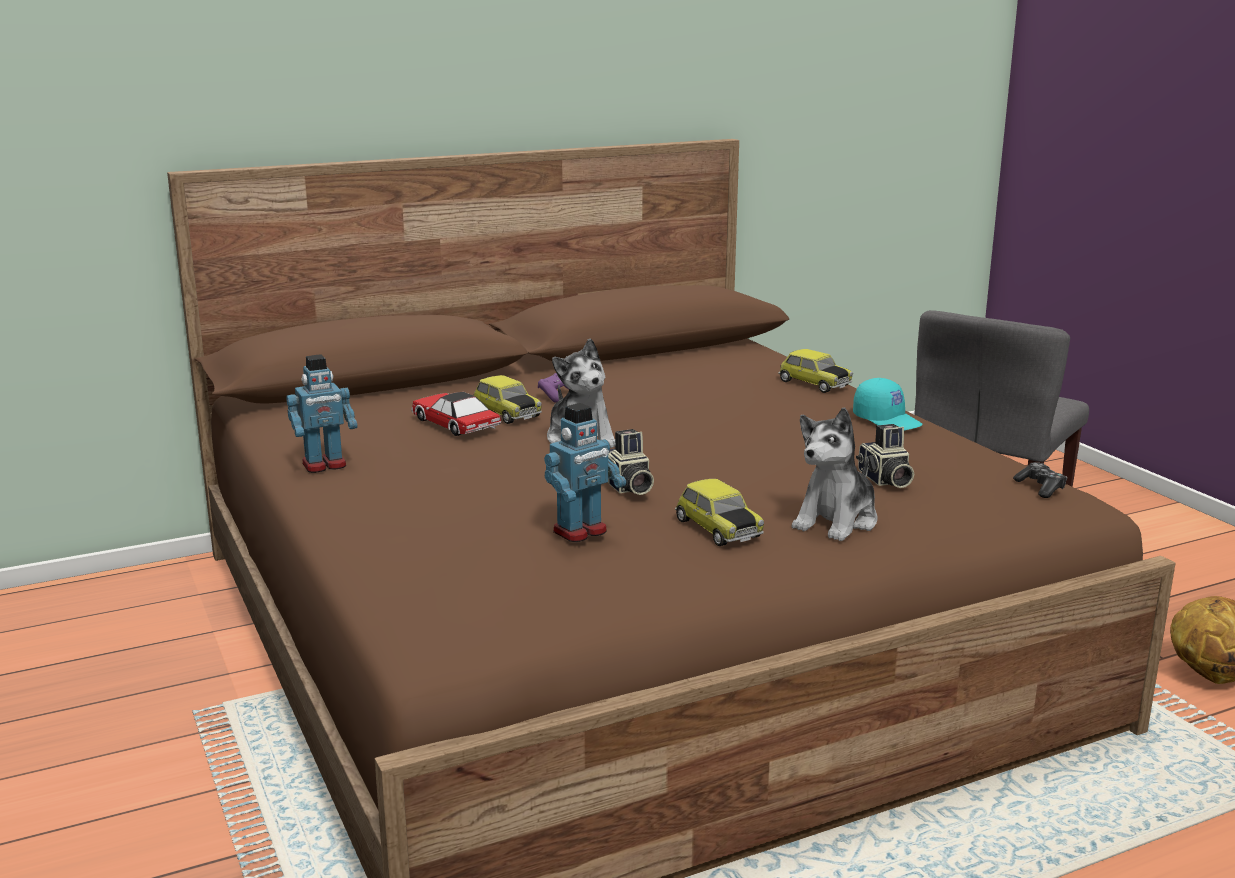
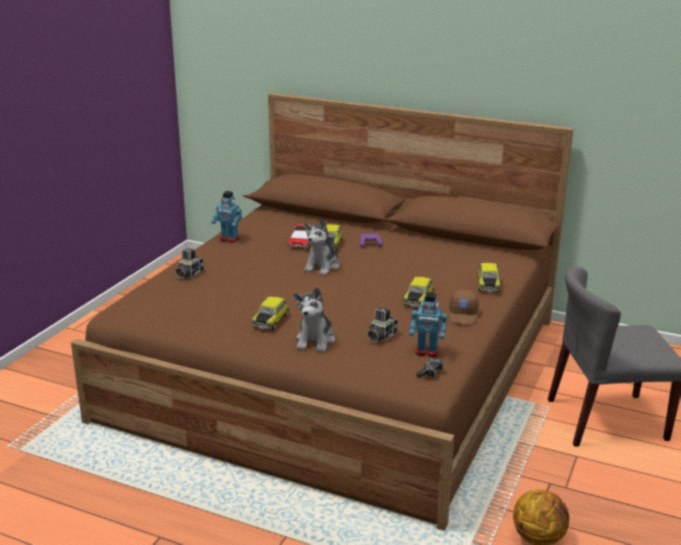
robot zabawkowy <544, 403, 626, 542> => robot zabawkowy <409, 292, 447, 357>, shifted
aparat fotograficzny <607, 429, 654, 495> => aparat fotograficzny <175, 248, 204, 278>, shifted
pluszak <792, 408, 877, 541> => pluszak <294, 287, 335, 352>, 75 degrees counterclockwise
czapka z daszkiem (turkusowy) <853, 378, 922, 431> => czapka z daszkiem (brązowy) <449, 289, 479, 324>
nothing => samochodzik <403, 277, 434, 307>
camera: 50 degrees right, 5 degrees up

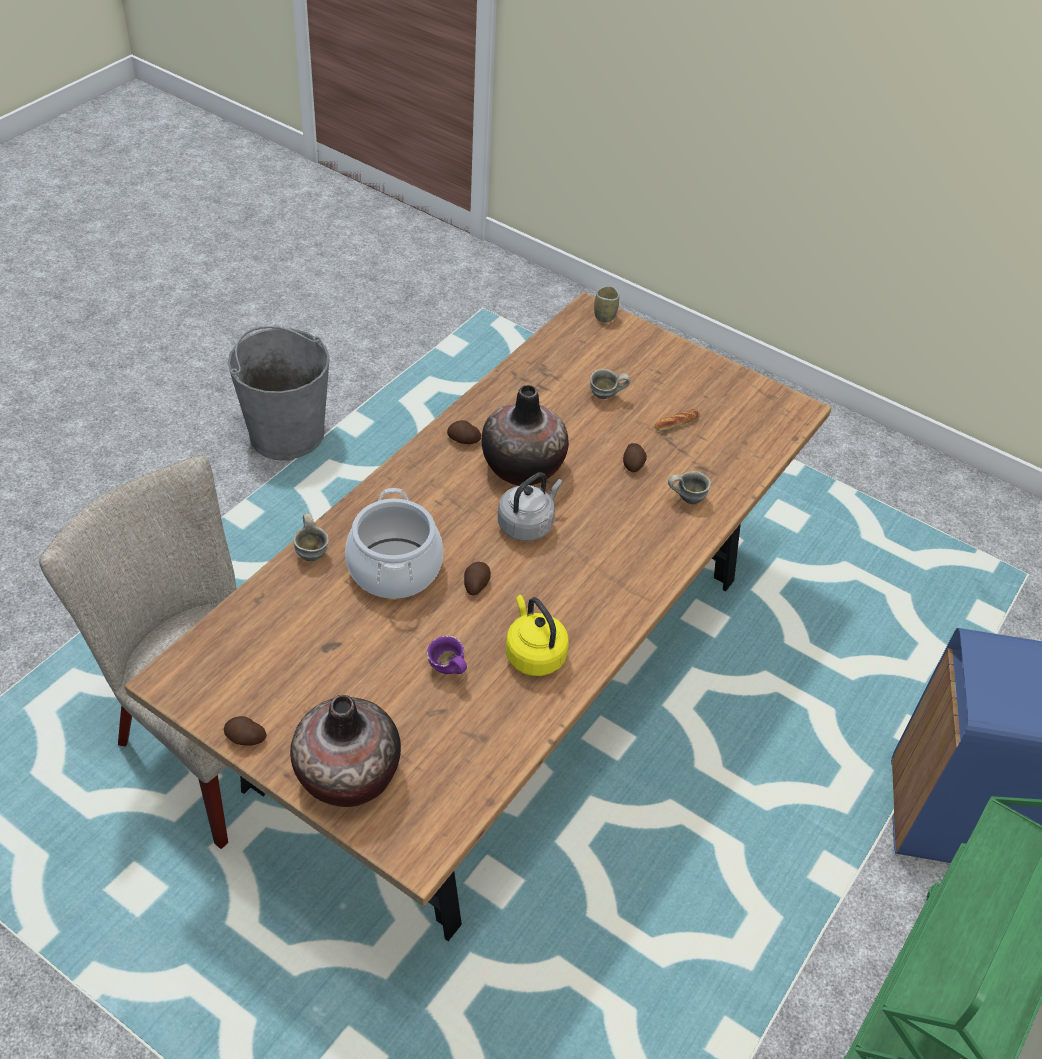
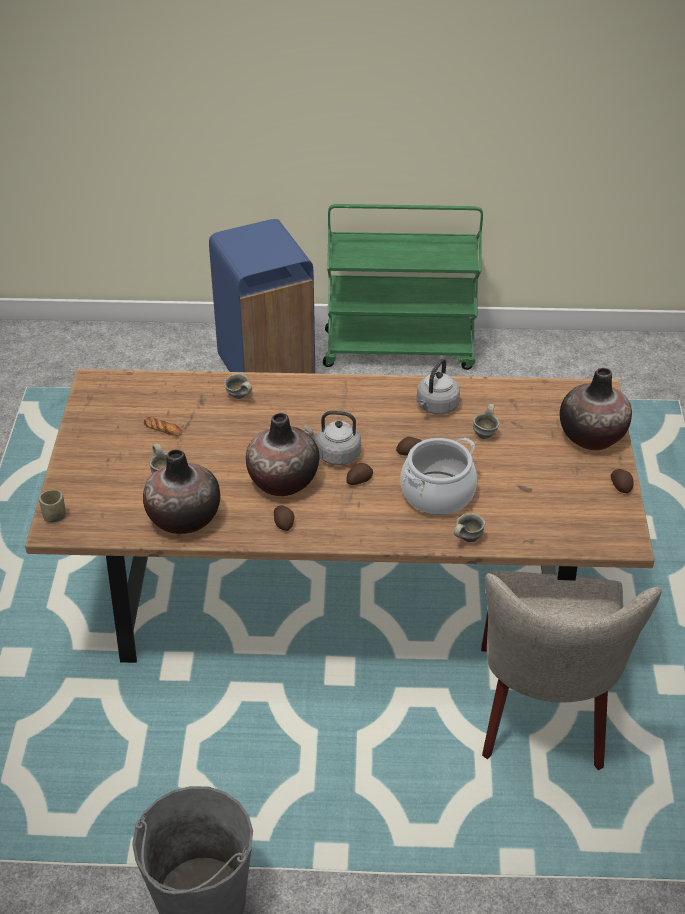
kubek (fioletowy) <427, 636, 467, 674> => kubek (szary) <473, 404, 500, 439>
czajnik (żółty) <506, 595, 569, 676> => czajnik (szary) <417, 358, 460, 415>
ziemniak <623, 443, 647, 472> => ziemniak <346, 463, 373, 485>, shifted
nothing => wazon <143, 449, 220, 534>
camera: 120 degrees left, 5 degrees down

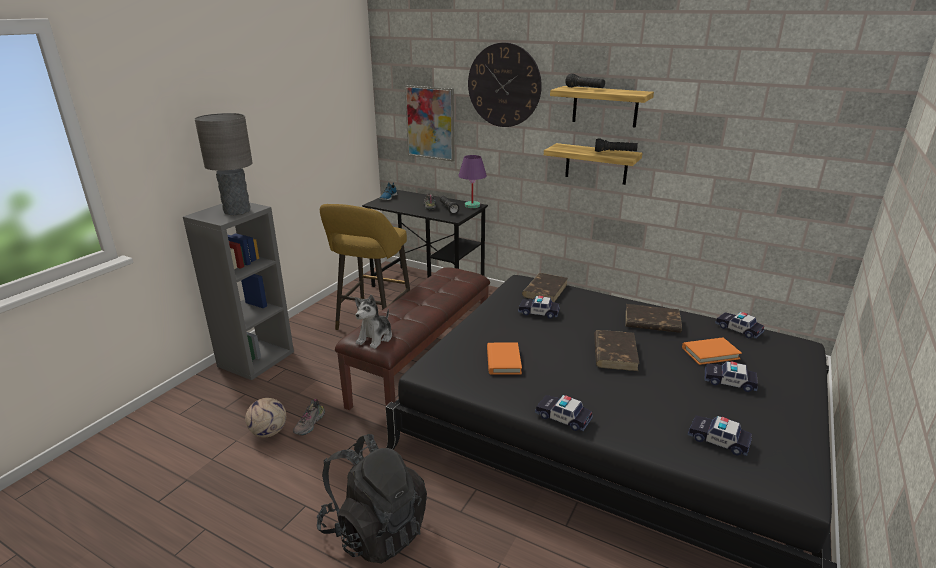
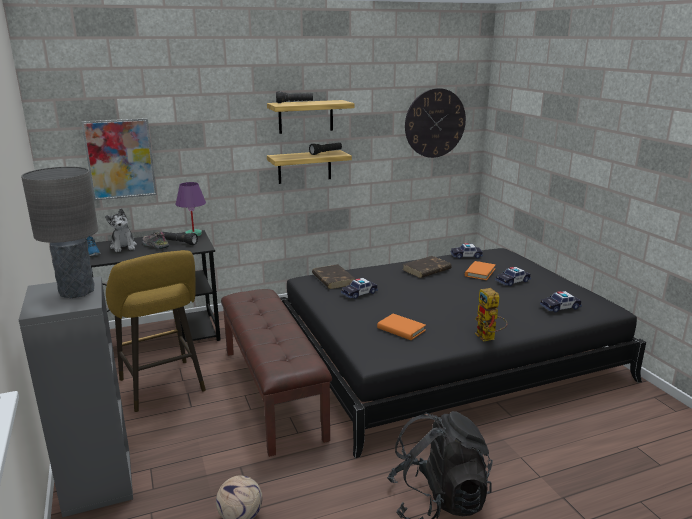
but <293, 399, 325, 435> => nothing
pluszak <355, 295, 392, 349> => pluszak <105, 208, 137, 252>, shifted
zegar ścienny <468, 43, 542, 127> => zegar ścienny <405, 88, 466, 158>, shifted
samochodzik <535, 395, 593, 431> => robot zabawkowy <475, 288, 507, 342>
książka (brązowy) <594, 330, 640, 371> => nothing
camera: 50 degrees left, 5 degrees down

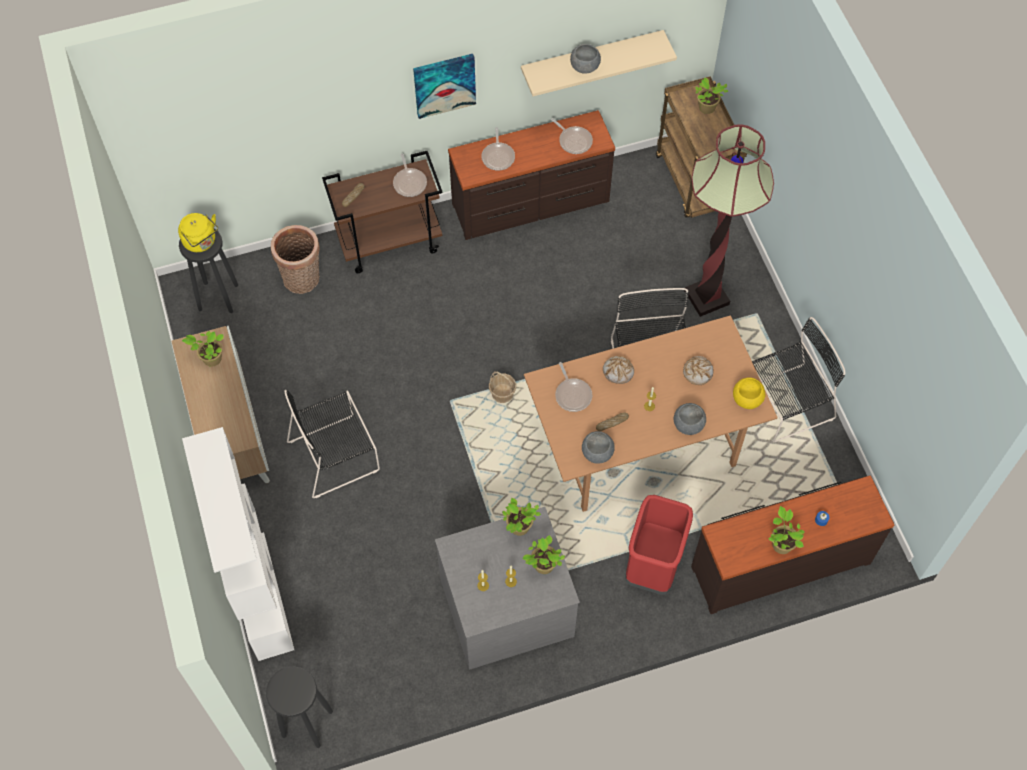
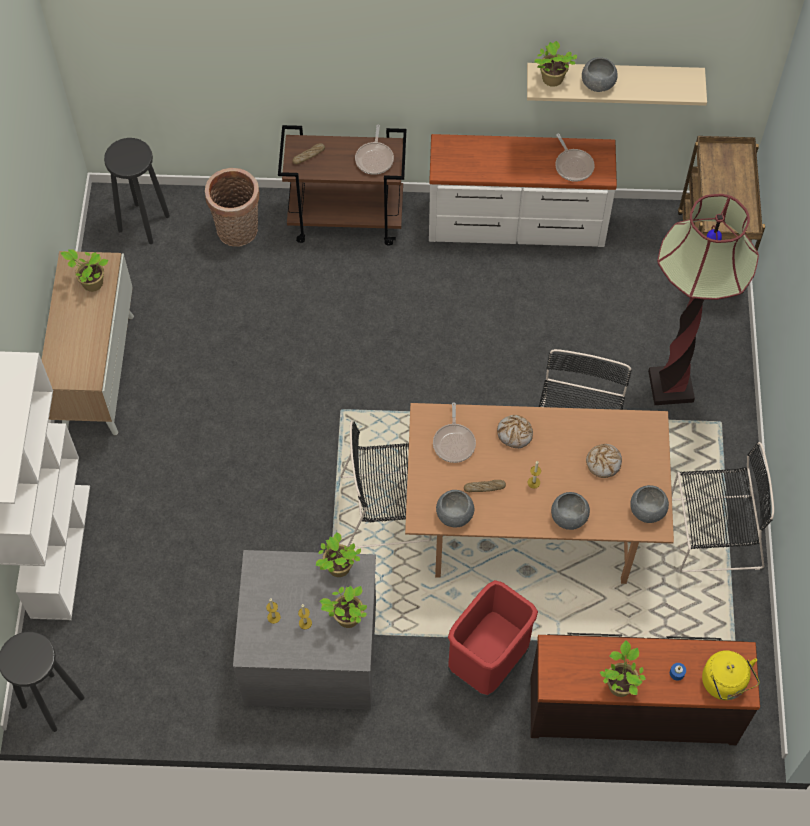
czajnik (żółty) <178, 213, 218, 252> => czajnik (żółty) <702, 650, 760, 700>, shifted
krzesło (czarny) <284, 390, 380, 498> => krzesło (czarny) <340, 421, 431, 548>, shifted
obraz <413, 54, 476, 119> => nothing
komoda (brązowy) <448, 110, 615, 240> => komoda (biały) <429, 134, 617, 247>
patelnia <481, 127, 515, 171> => nothing
koszyk <489, 372, 516, 403> => nothing
roślina doniczkowa <695, 77, 729, 114> => roślina doniczkowa <534, 41, 577, 87>, shifted
miska (żółty) <733, 377, 766, 409> => miska (szary) <630, 485, 669, 523>
camera: 20 degrees right, 0 degrees up

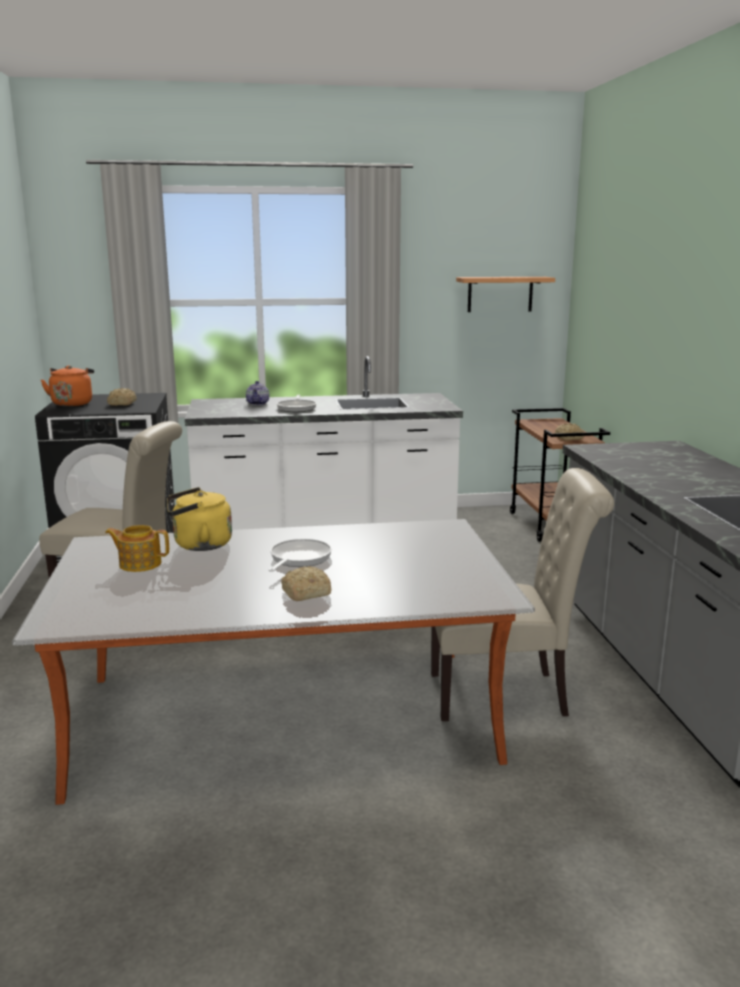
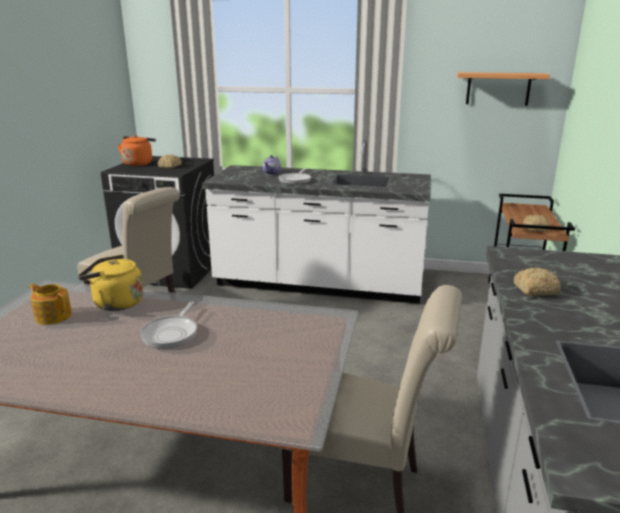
patelnia <268, 539, 332, 572> => patelnia <140, 302, 197, 349>, 150 degrees clockwise
chleb <281, 566, 332, 601> => chleb <514, 267, 561, 296>, shifted
camera: 20 degrees right, 5 degrees up

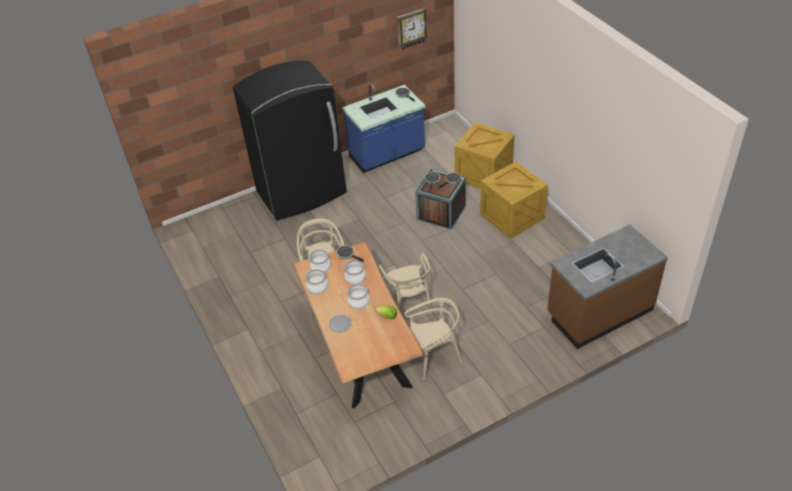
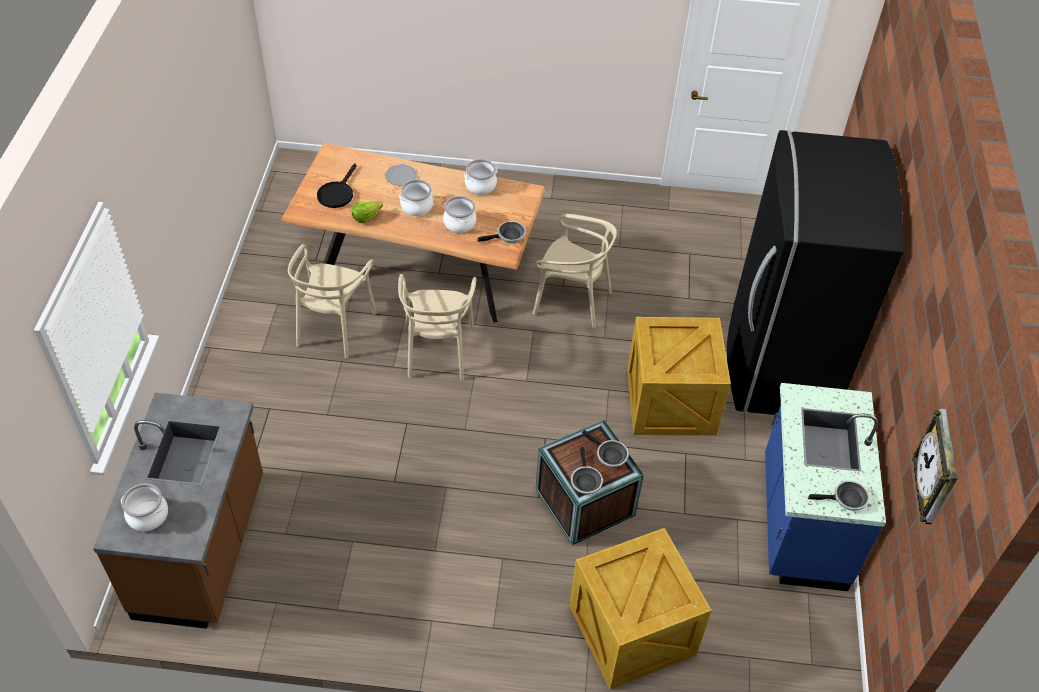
garnek <309, 250, 331, 272> => garnek <121, 483, 168, 531>, shifted
krzesło (beżowy) <378, 252, 433, 317> => krzesło (beżowy) <398, 274, 477, 380>, 105 degrees counterclockwise
skrzynka <480, 162, 548, 239> => skrzynka <627, 317, 731, 436>, shifted
nothing => patelnia (czarny) <317, 164, 356, 208>
camera: 120 degrees right, 5 degrees up

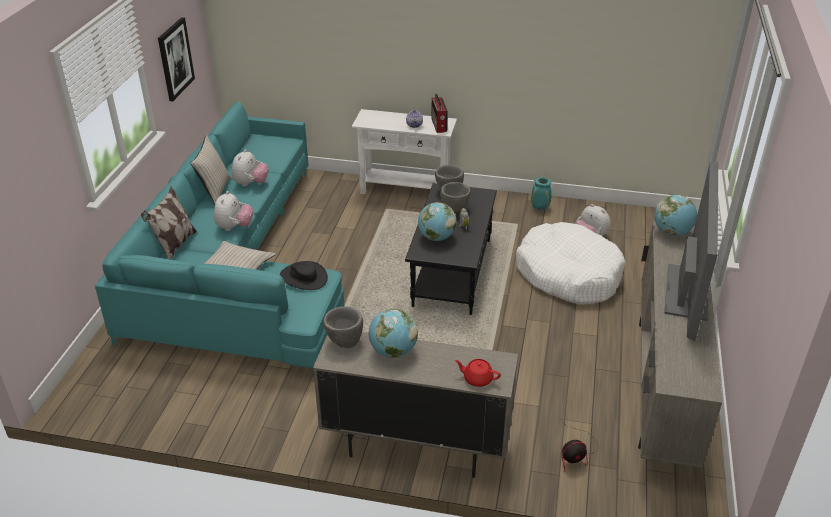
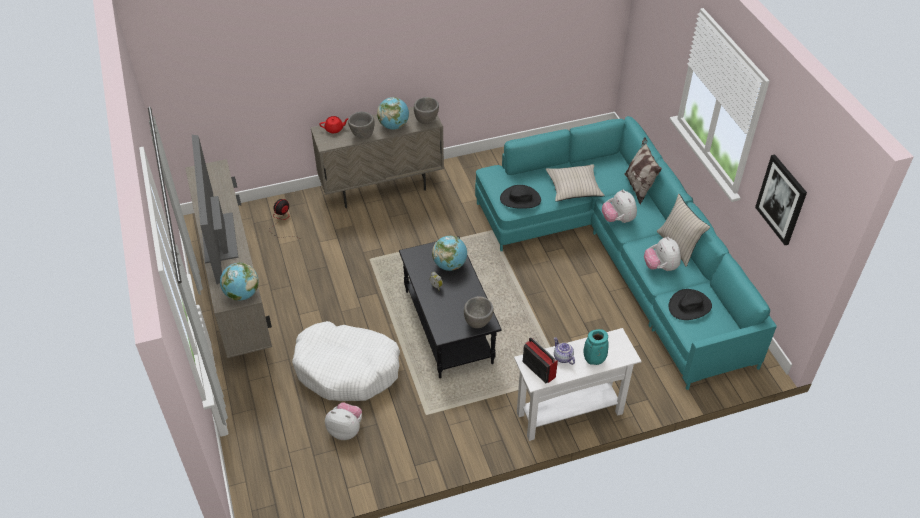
miska (szary) <440, 182, 470, 212> => miska (szary) <348, 112, 374, 139>, shifted
wazon (turkusowy) <531, 177, 552, 210> => wazon (turkusowy) <584, 329, 609, 365>, shifted
nothing => kapelusz (czarny) <669, 289, 712, 320>
camera: 150 degrees right, 10 degrees up

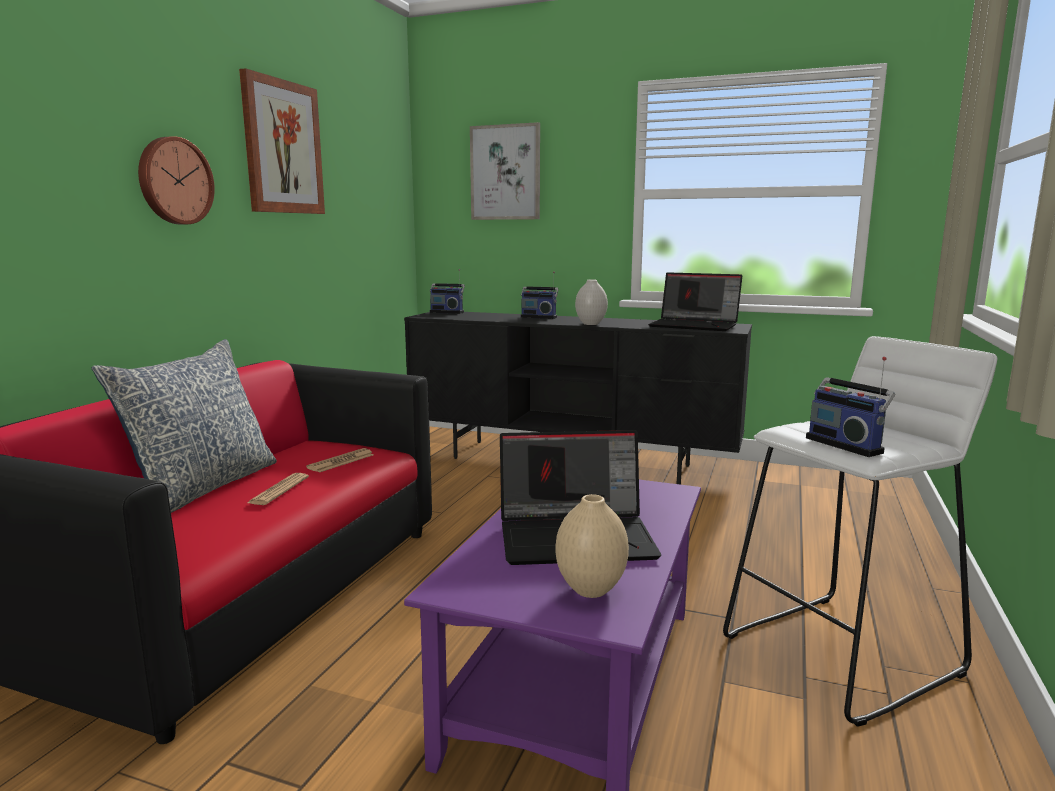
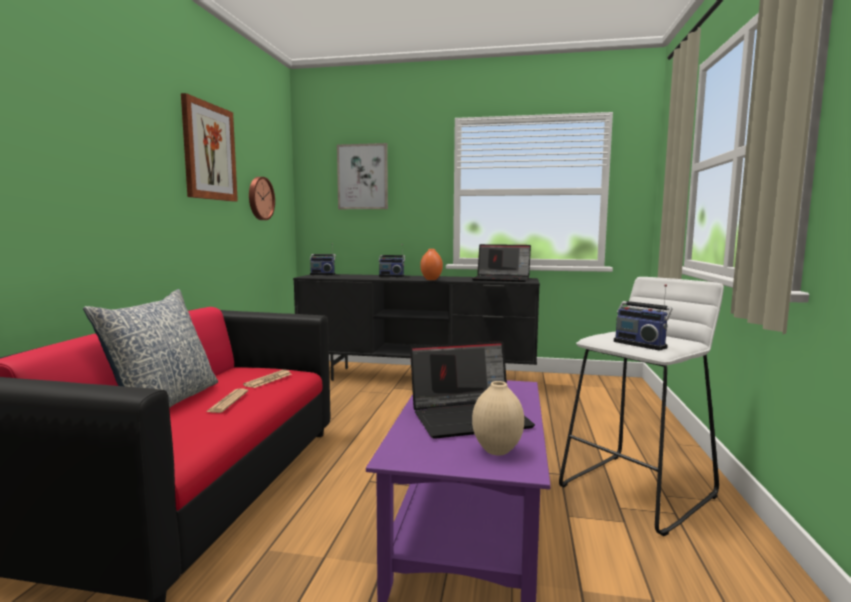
zegar ścienny <138, 136, 215, 224> => zegar ścienny <249, 177, 275, 220>, shifted
wazon (biały) <575, 280, 608, 325> => wazon (pomarańczowy) <420, 249, 443, 280>
camera: 10 degrees left, 5 degrees down

